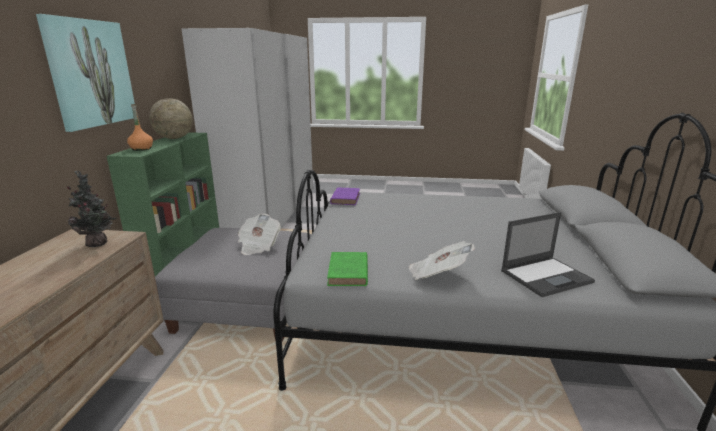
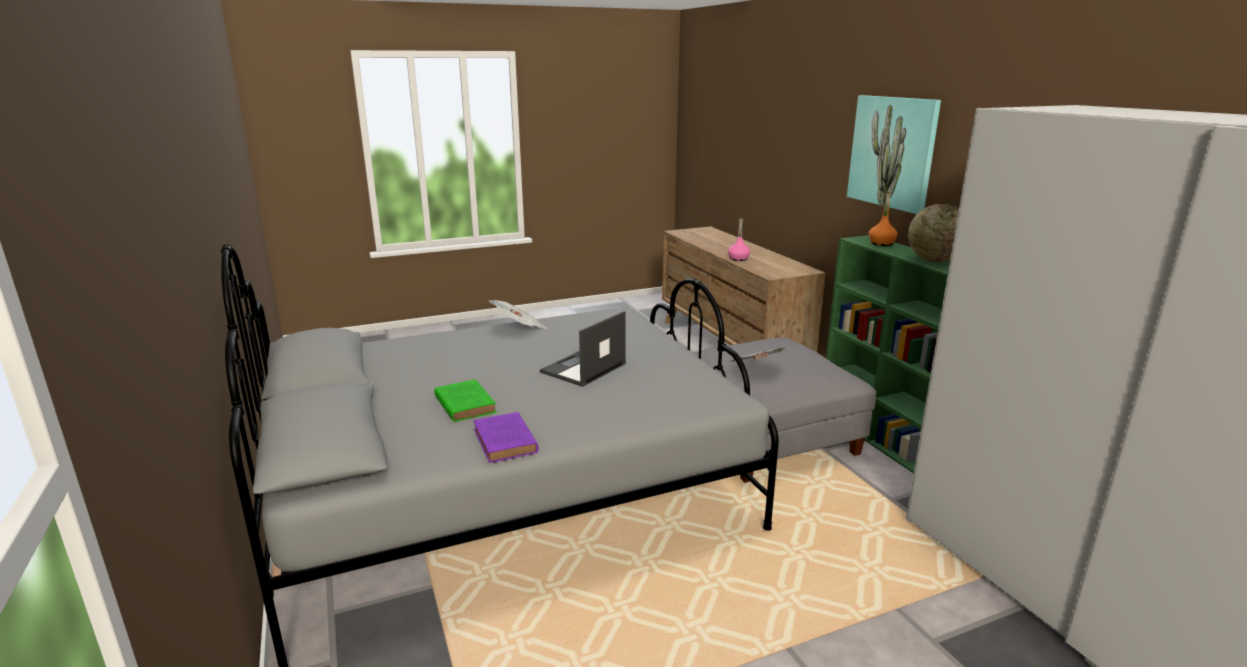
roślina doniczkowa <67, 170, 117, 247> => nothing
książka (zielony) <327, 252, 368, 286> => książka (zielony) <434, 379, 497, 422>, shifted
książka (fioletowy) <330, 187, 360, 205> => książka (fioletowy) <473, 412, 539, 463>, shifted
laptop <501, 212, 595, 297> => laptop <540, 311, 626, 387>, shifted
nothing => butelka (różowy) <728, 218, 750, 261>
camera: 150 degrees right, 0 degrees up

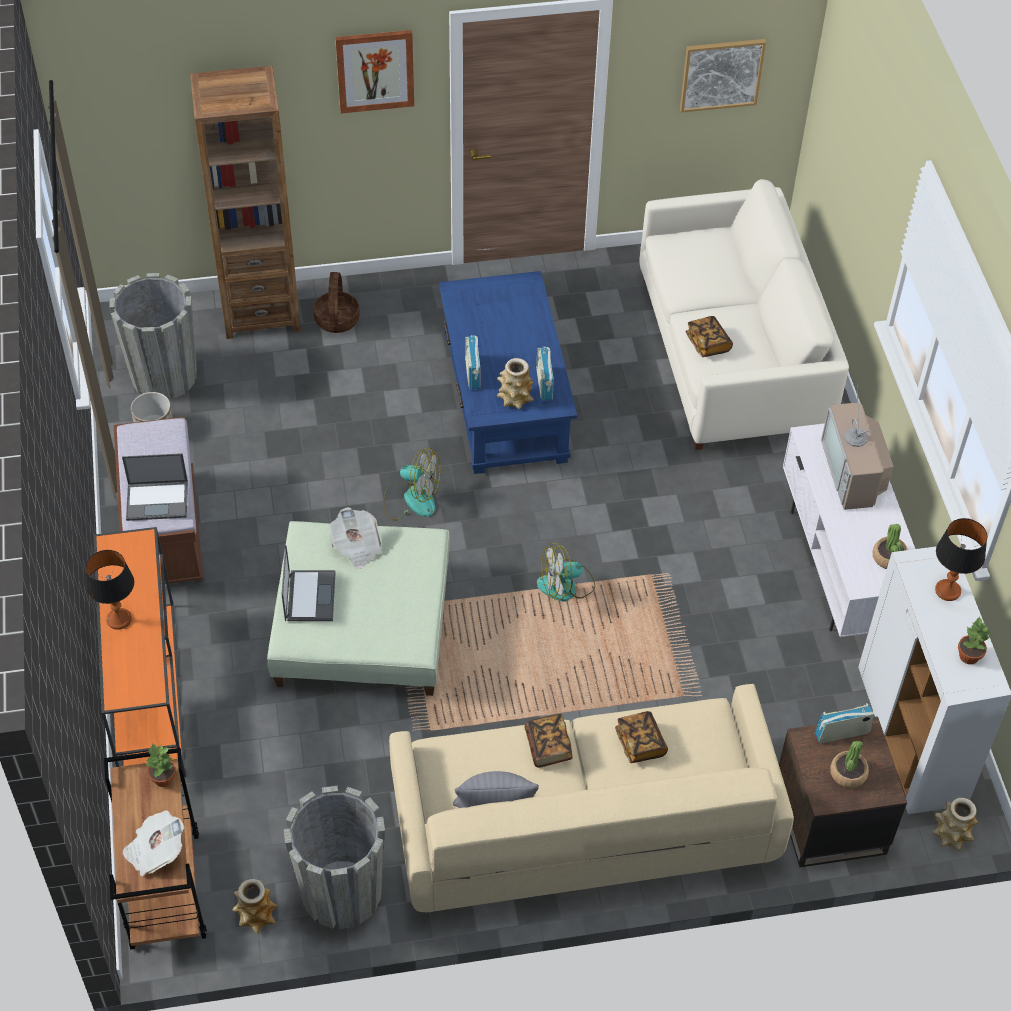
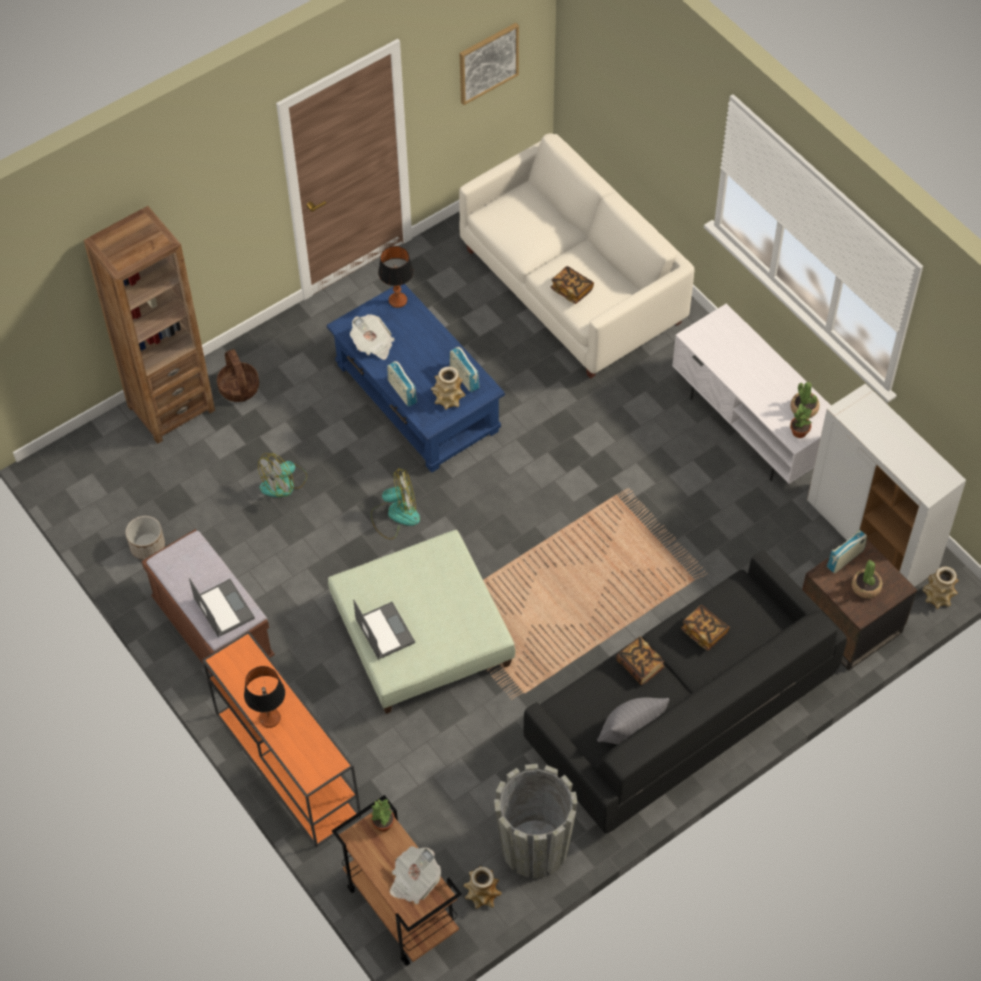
donica (szary) <109, 273, 197, 400> => nothing
laptop <122, 453, 188, 521> => laptop <189, 578, 255, 637>, 90 degrees counterclockwise
gazeta <330, 507, 383, 569> => gazeta <350, 314, 394, 360>, shifted
obraz <335, 30, 414, 113> => nothing
kanapa (beżowy) <389, 684, 794, 912> => kanapa (czarny) <524, 550, 847, 833>
wentylator <537, 543, 595, 601> => wentylator <258, 453, 307, 497>, shifted
telewizor <821, 384, 894, 510> => nothing
lampa stołowa <935, 518, 987, 601> => lampa stołowa <378, 246, 414, 308>, shifted
roślina doniczkowa <958, 616, 990, 664> => roślina doniczkowa <790, 402, 812, 438>, shifted
camera: 25 degrees left, 5 degrees up

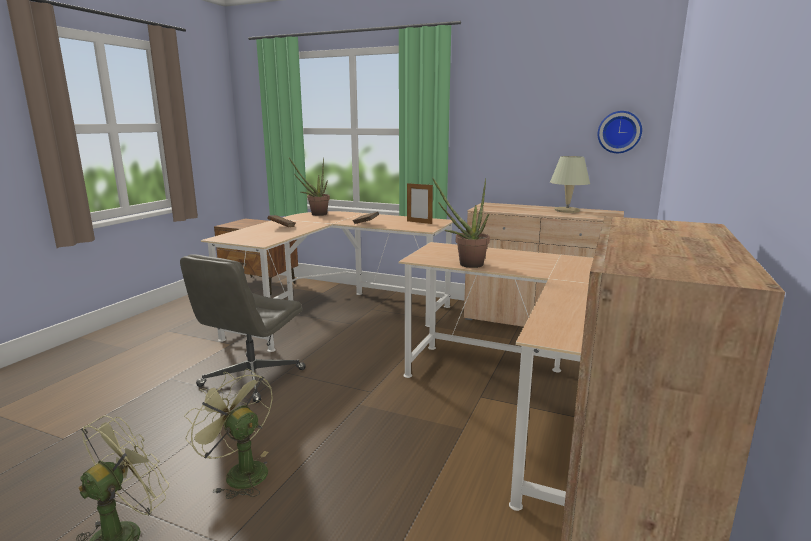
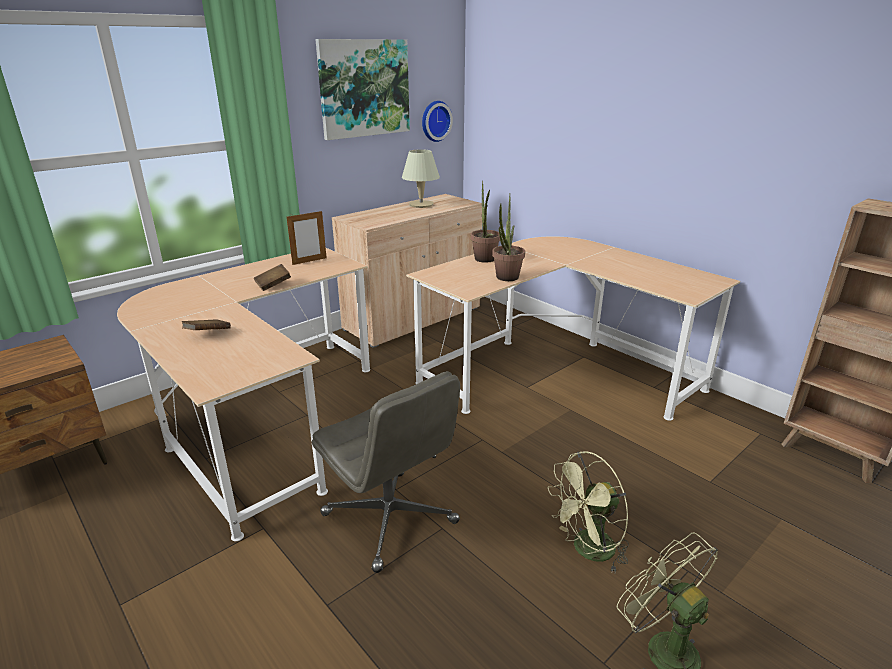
roślina doniczkowa <289, 158, 330, 216> => roślina doniczkowa <471, 181, 500, 263>, shifted
nothing => obraz <316, 39, 410, 140>
camera: 65 degrees left, 10 degrees up

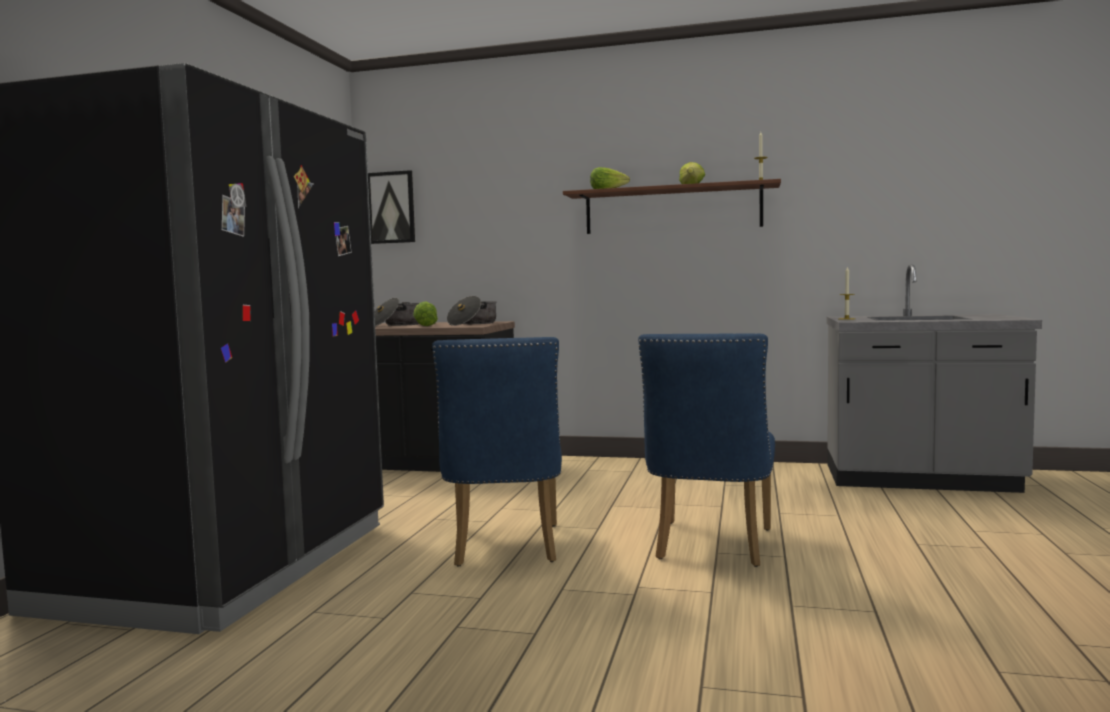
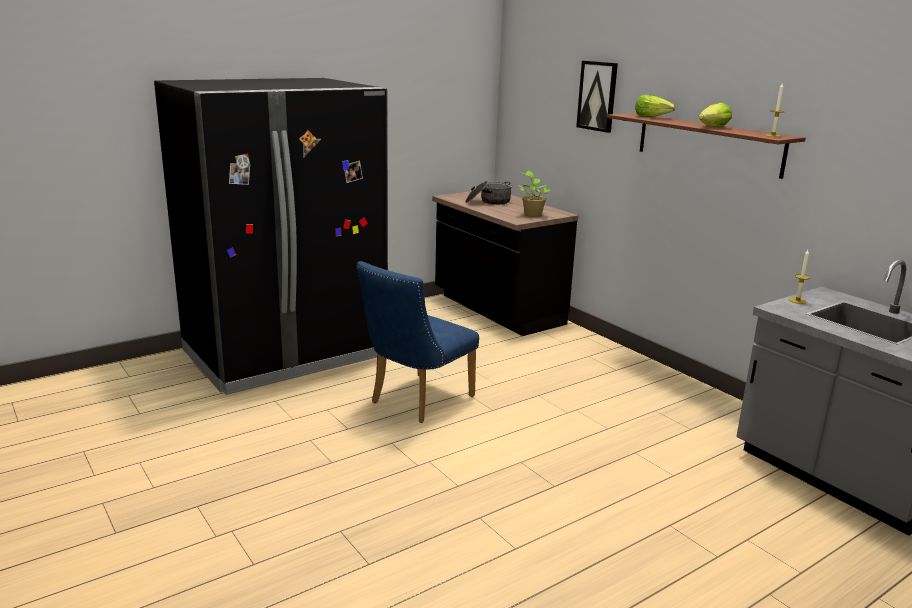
obraz <368, 170, 415, 244> => obraz <576, 61, 618, 133>, shifted
sałata <413, 301, 438, 326> => nothing
garnek <447, 296, 497, 326> => roślina doniczkowa <518, 170, 550, 217>
krzesło (niebieski) <638, 333, 775, 567> => nothing
camera: 40 degrees right, 15 degrees up

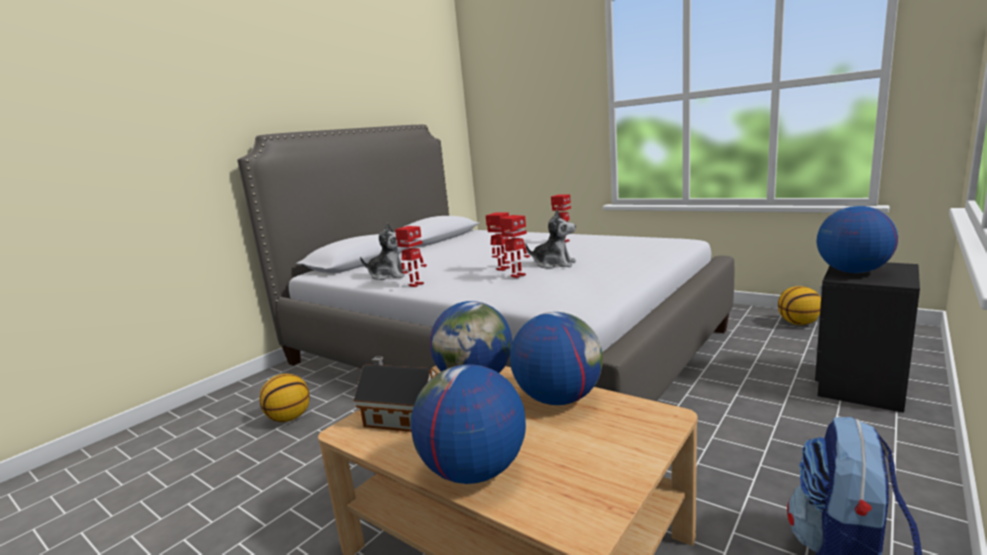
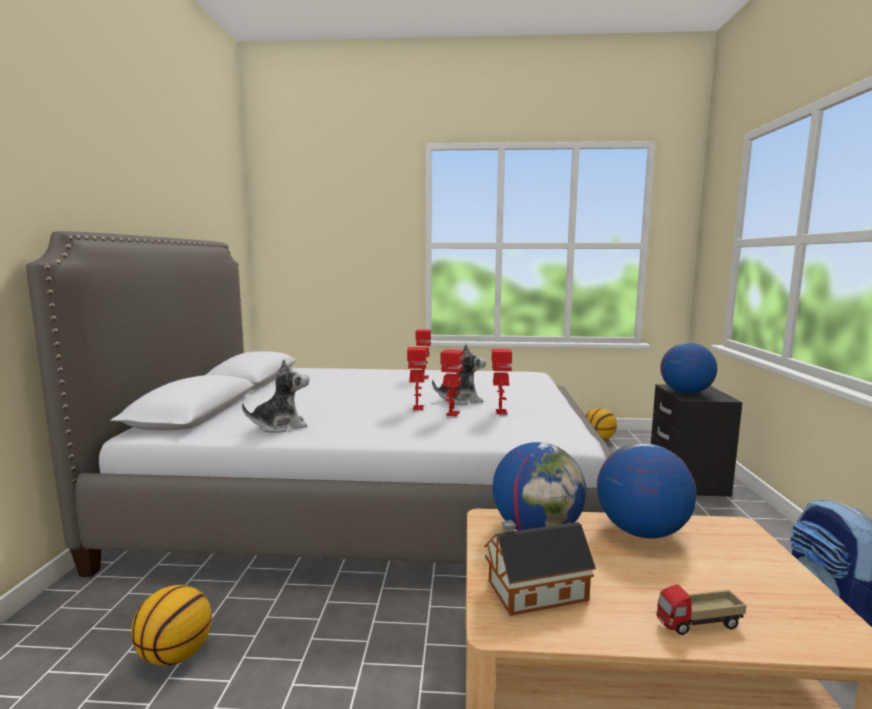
robot zabawkowy <395, 226, 427, 287> => robot zabawkowy <492, 349, 512, 415>, shifted
globus <411, 364, 526, 484> => ciężarówka zabawkowa <657, 584, 746, 635>
camera: 35 degrees left, 5 degrees down

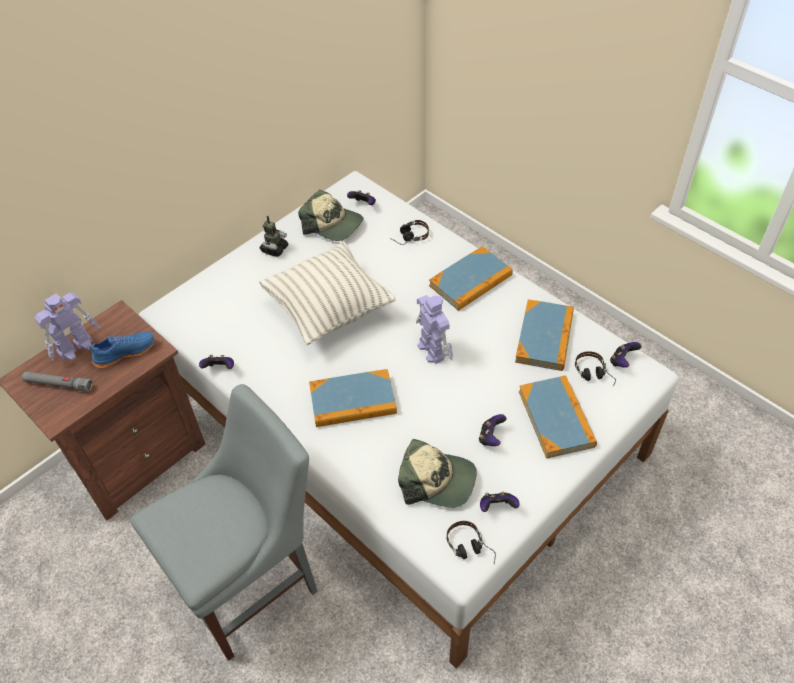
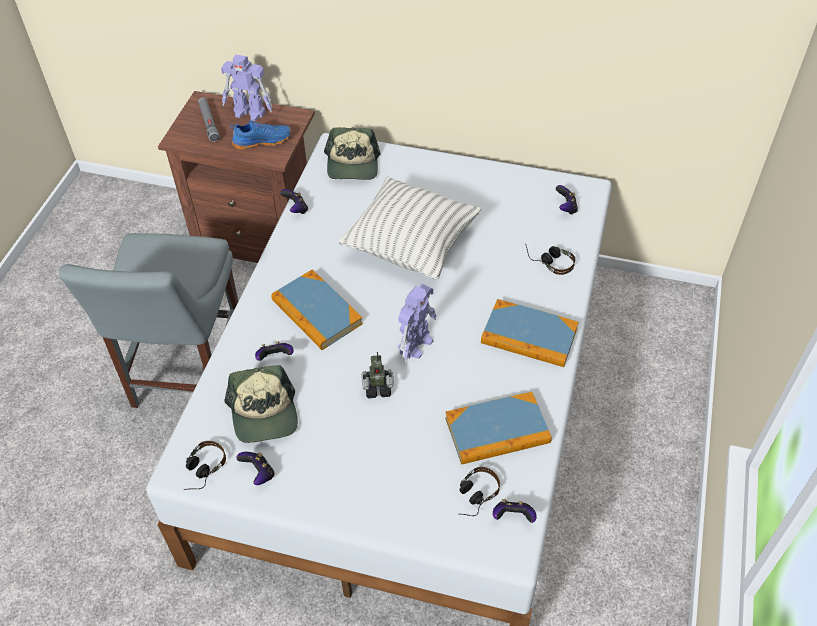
but (niebieski) <86, 332, 155, 368> => but (niebieski) <230, 120, 291, 149>, 45 degrees counterclockwise
krzesło (szary) <130, 384, 318, 661> => krzesło (szary) <59, 233, 238, 408>, 75 degrees clockwise
robot zabawkowy <259, 216, 289, 257> => robot zabawkowy <361, 352, 394, 398>, shifted
czapka z daszkiem <298, 190, 364, 241> => czapka z daszkiem <324, 127, 381, 180>, shifted
pad do gier <479, 414, 507, 446> => pad do gier <255, 341, 294, 361>, shifted
książka <519, 375, 597, 459> => nothing
camera: 60 degrees right, 0 degrees up

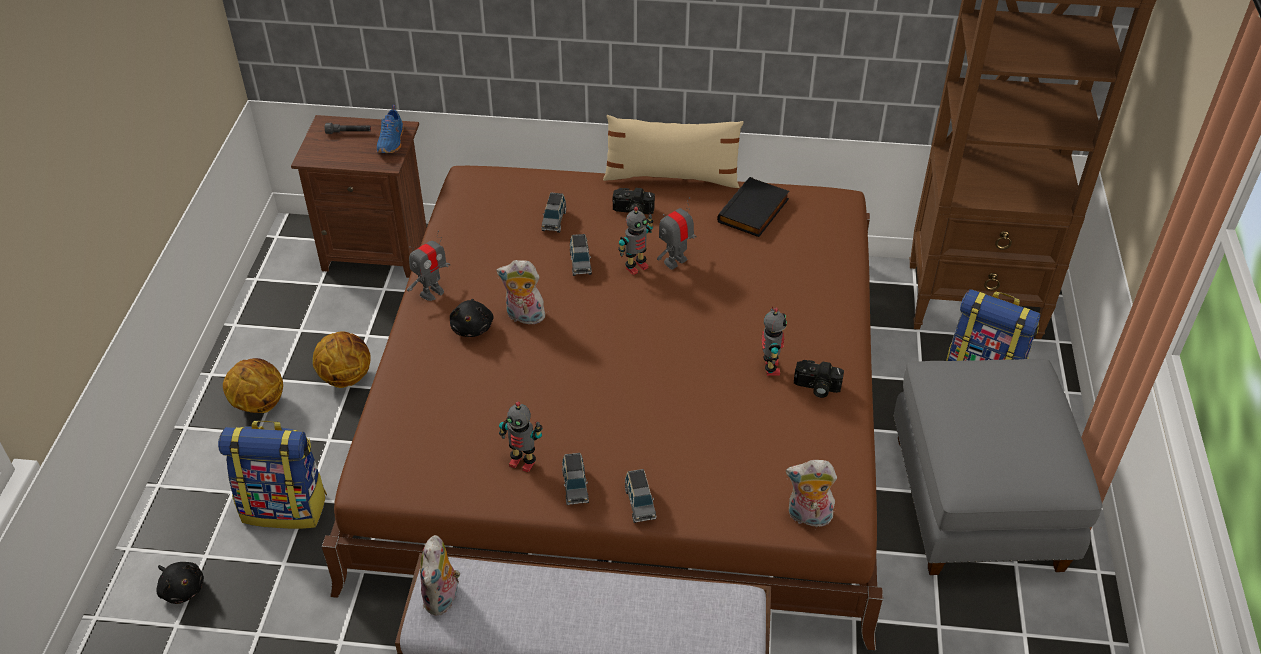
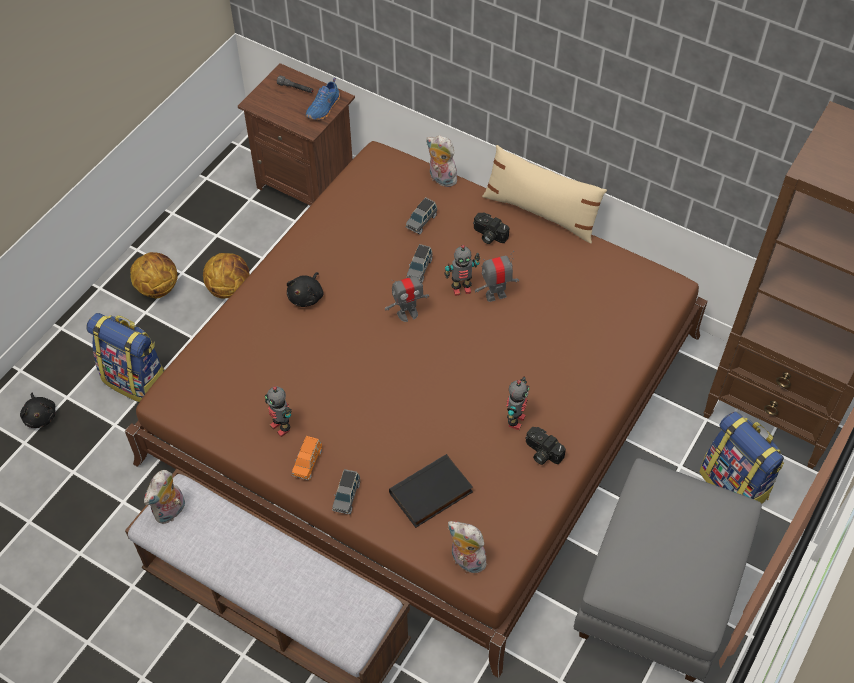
robot zabawkowy <407, 230, 450, 301> => robot zabawkowy <385, 272, 429, 322>, shifted
pluszak <497, 260, 545, 325> => pluszak <426, 135, 460, 187>, shifted
samochodzik (szary) <562, 453, 589, 505> => samochodzik (pomarańczowy) <292, 436, 322, 480>
książka (czarny) <717, 177, 789, 237> => książka (czarny) <389, 454, 473, 528>, shifted
camera: 25 degrees right, 10 degrees up

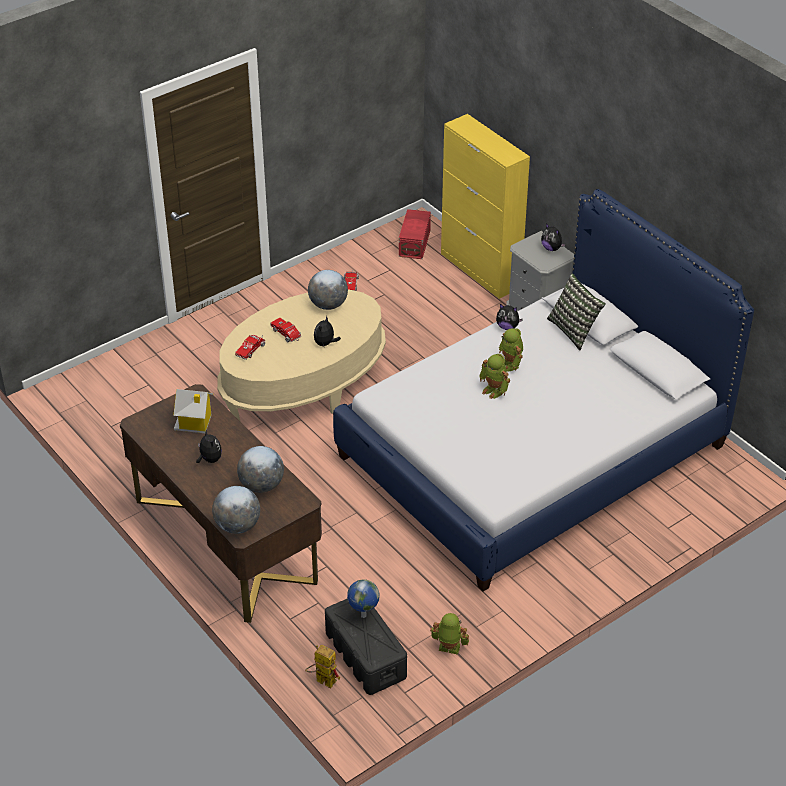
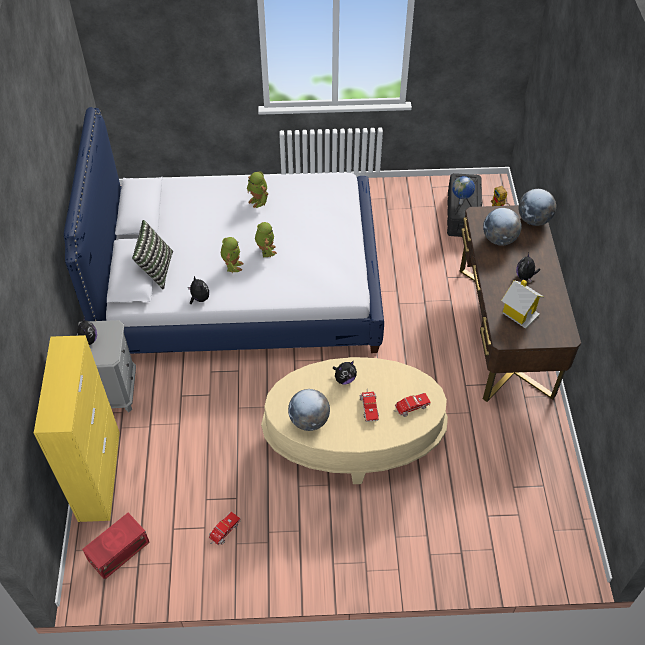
robot zabawkowy <430, 613, 469, 655> => robot zabawkowy <247, 171, 268, 208>, shifted
camera: 145 degrees left, 10 degrees up

